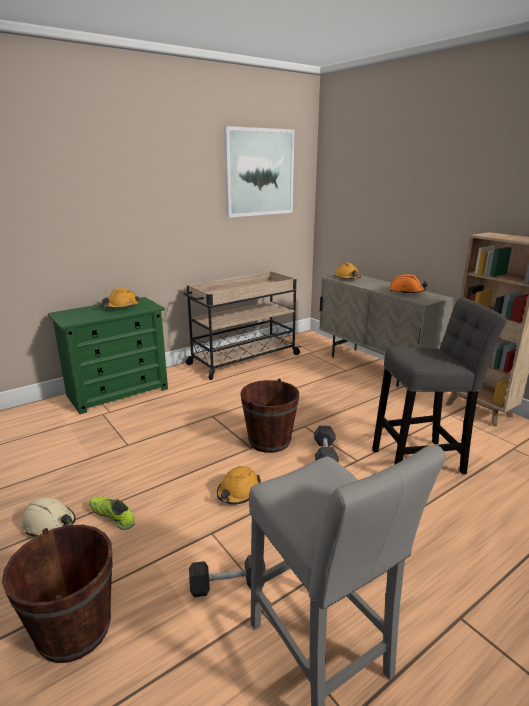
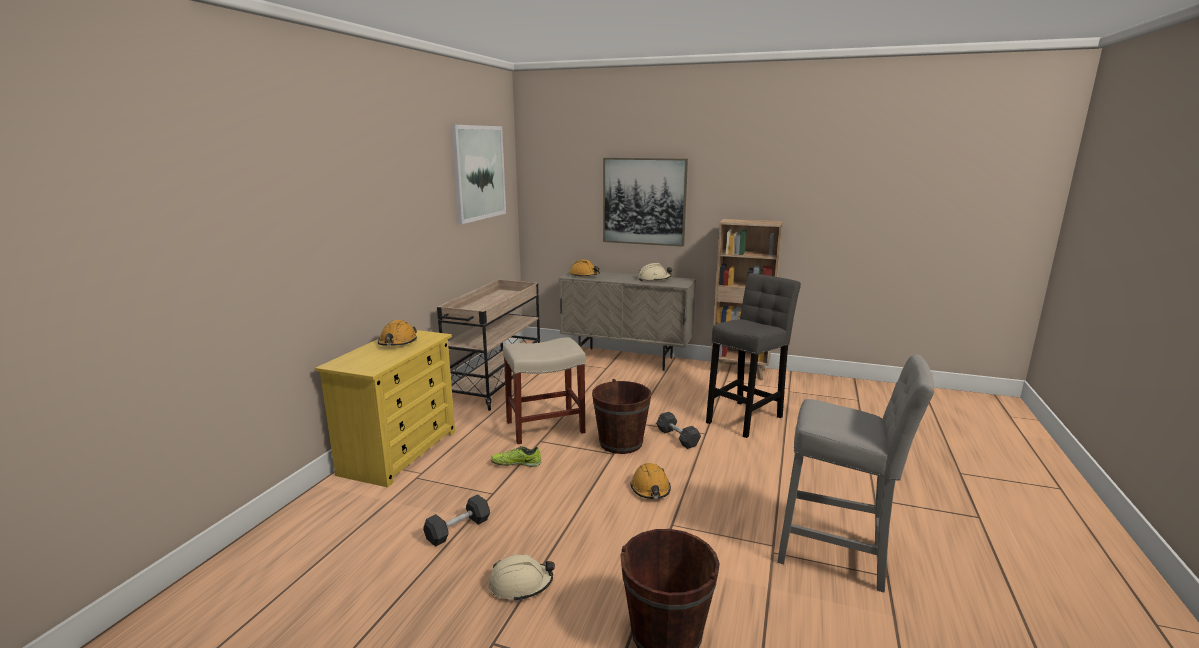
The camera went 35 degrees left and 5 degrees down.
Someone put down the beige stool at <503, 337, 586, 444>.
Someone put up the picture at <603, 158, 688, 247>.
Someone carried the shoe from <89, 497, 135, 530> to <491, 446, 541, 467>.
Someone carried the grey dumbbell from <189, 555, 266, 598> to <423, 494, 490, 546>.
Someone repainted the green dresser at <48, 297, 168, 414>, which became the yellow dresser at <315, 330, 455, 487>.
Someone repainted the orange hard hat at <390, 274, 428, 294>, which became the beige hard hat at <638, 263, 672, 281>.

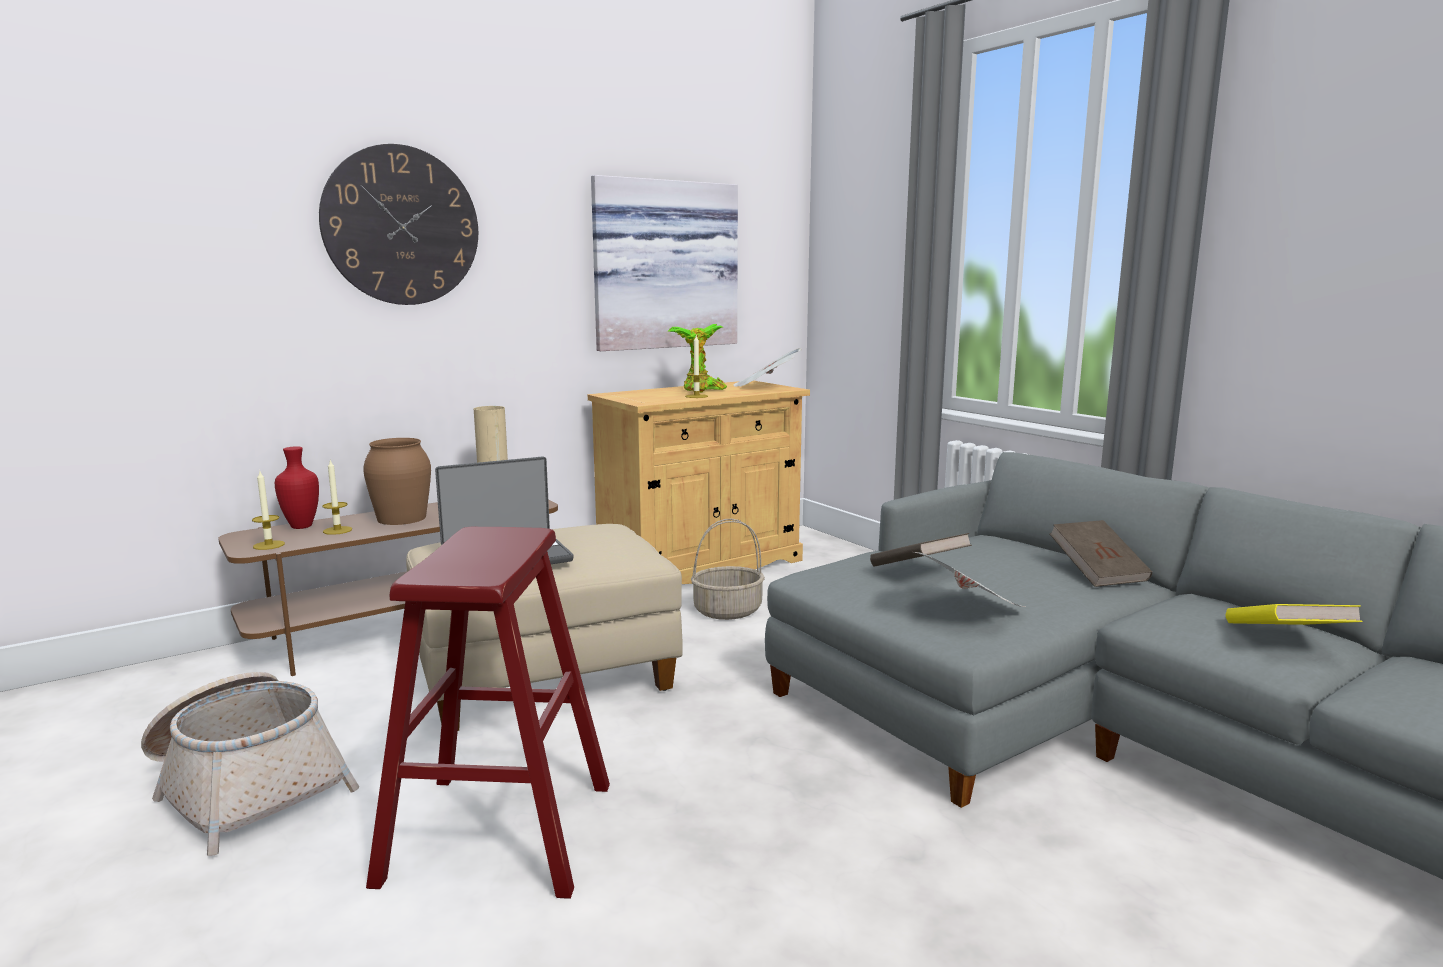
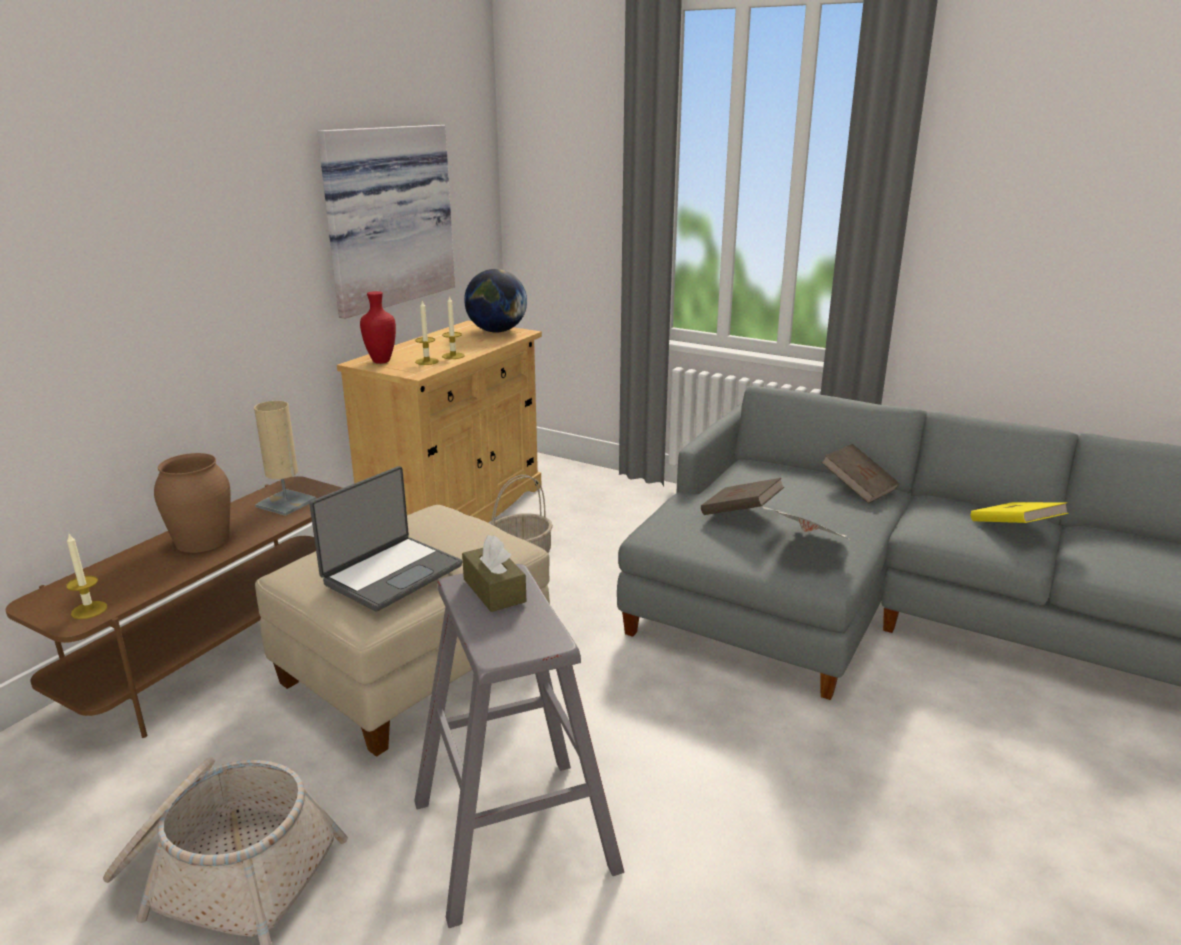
The camera went 25 degrees left and 10 degrees up.
Someone took away the wall clock at <319, 144, 478, 305>.
Someone took away the potted plant at <667, 324, 727, 393>.
Someone put down the brown tissue box at <462, 535, 526, 612>.
Someone carried the red vase from <275, 447, 319, 529> to <360, 291, 396, 364>.
Someone carried the candle from <322, 460, 352, 535> to <415, 301, 439, 365>.
Someone swapped the newspaper at <733, 348, 802, 387> for the globe at <464, 269, 527, 332>.
Someone repainted the red stool at <366, 527, 610, 899>, which became the grey stool at <414, 564, 624, 928>.

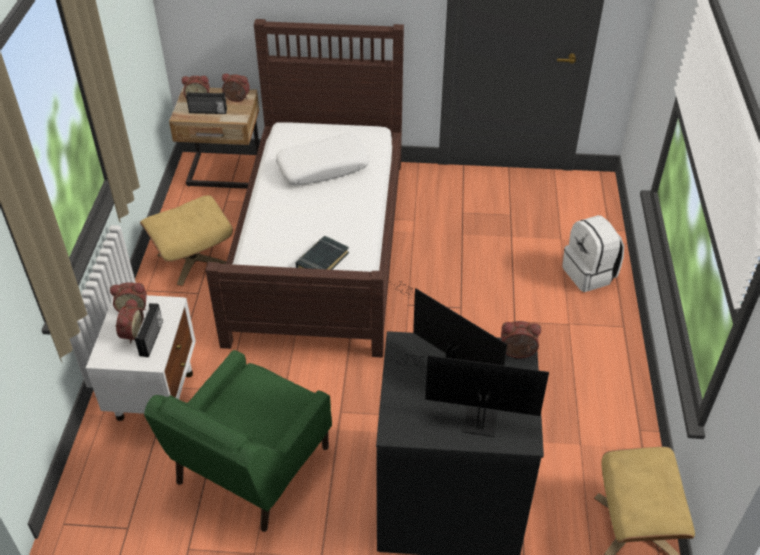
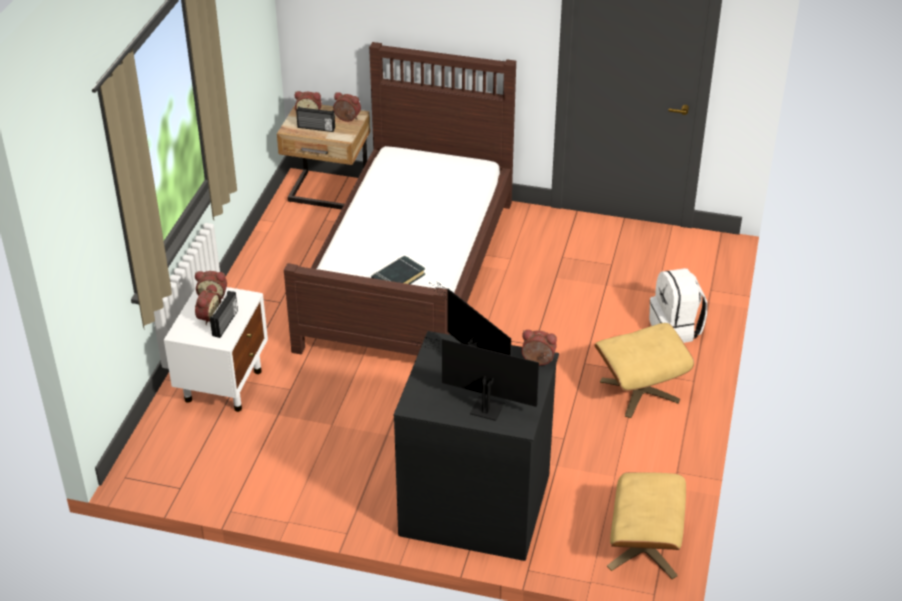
The camera went 10 degrees right and 5 degrees down.
Someone took away the green armchair at <144, 350, 332, 532>.
Someone took away the white pillow at <276, 134, 369, 185>.
Someone carried the beige ottoman from <140, 195, 233, 286> to <594, 323, 694, 418>.

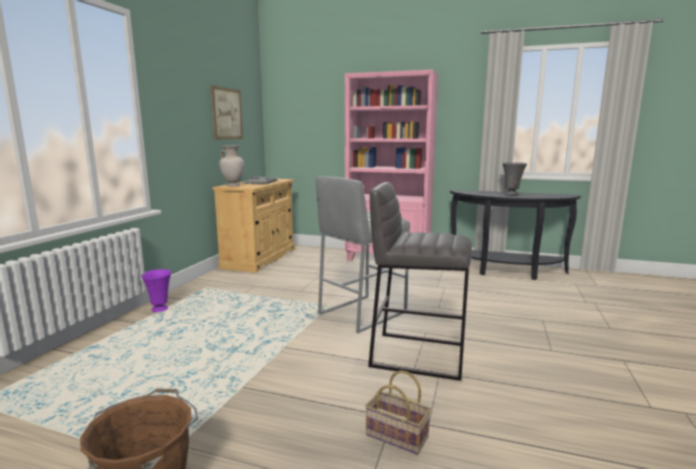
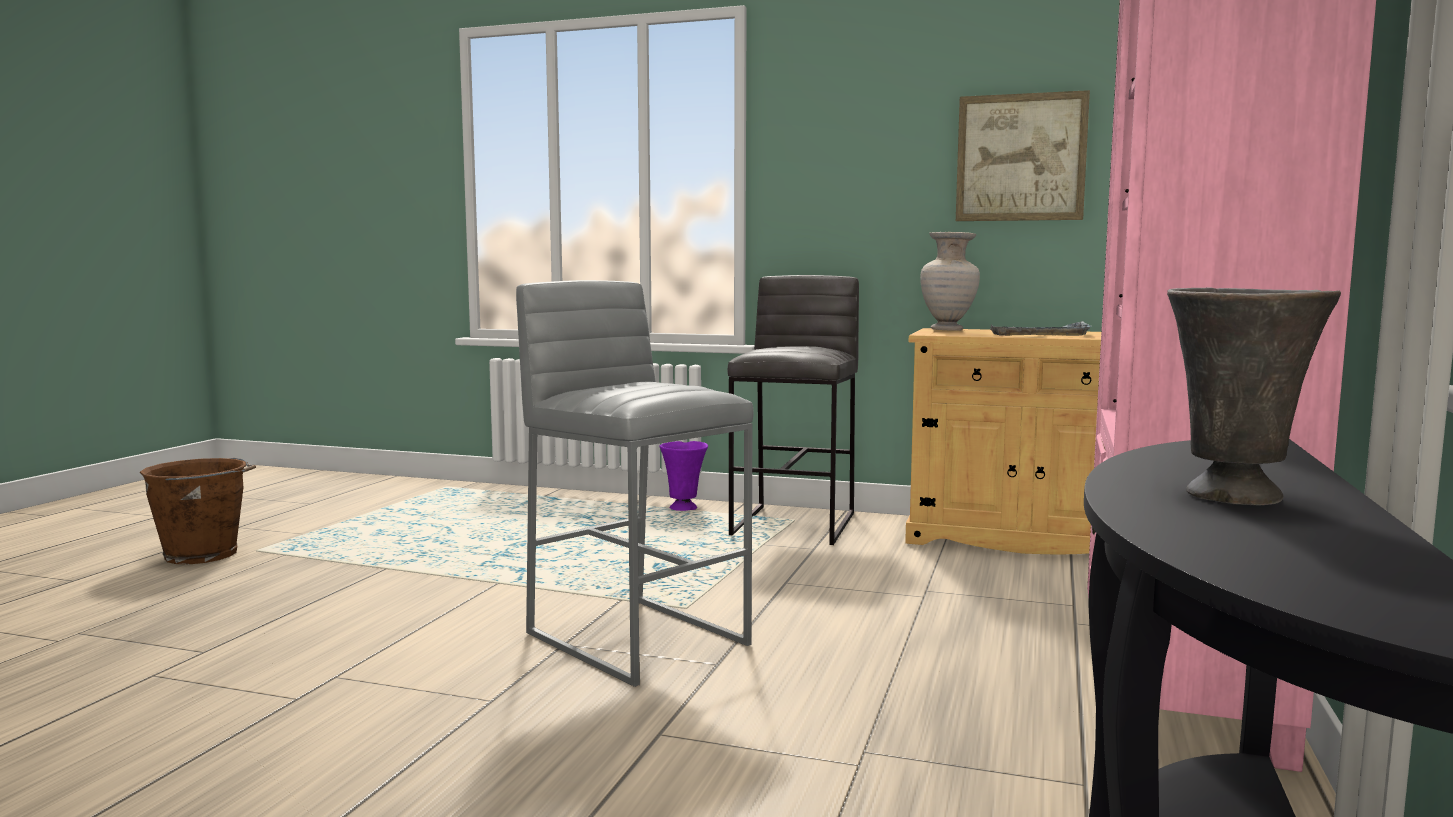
The camera went 90 degrees right and 5 degrees down.
Someone took away the basket at <365, 370, 431, 455>.
Someone carried the grey stool from <368, 182, 472, 381> to <728, 275, 859, 545>.

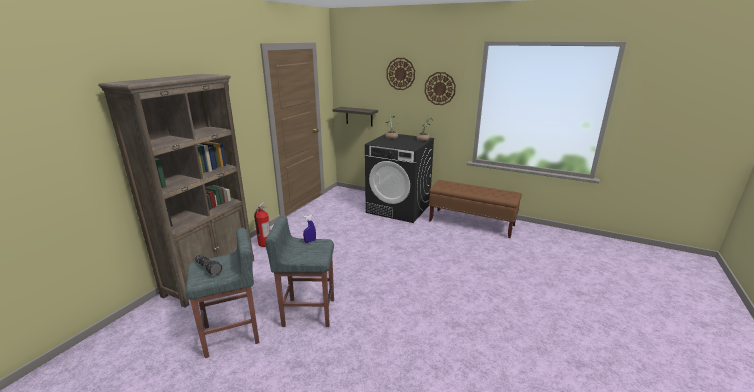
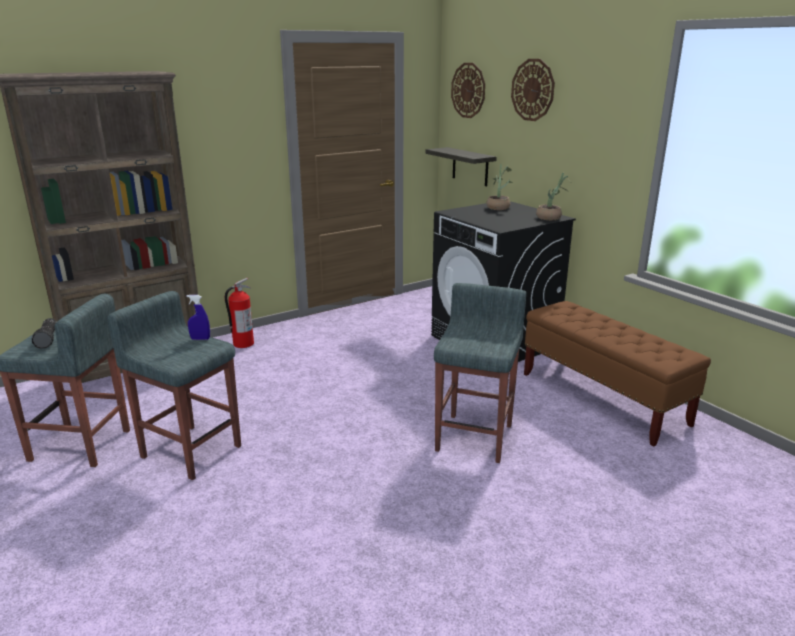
The camera went 30 degrees right and 0 degrees up.
Someone put down the grey stool at <434, 283, 526, 463>.
Someone carried the wall clock from <425, 72, 456, 105> to <451, 63, 485, 118>.

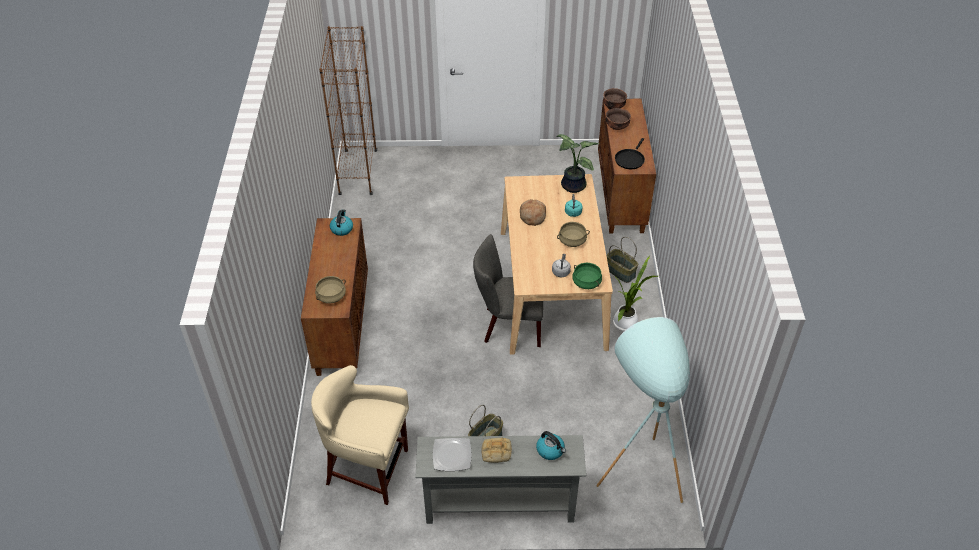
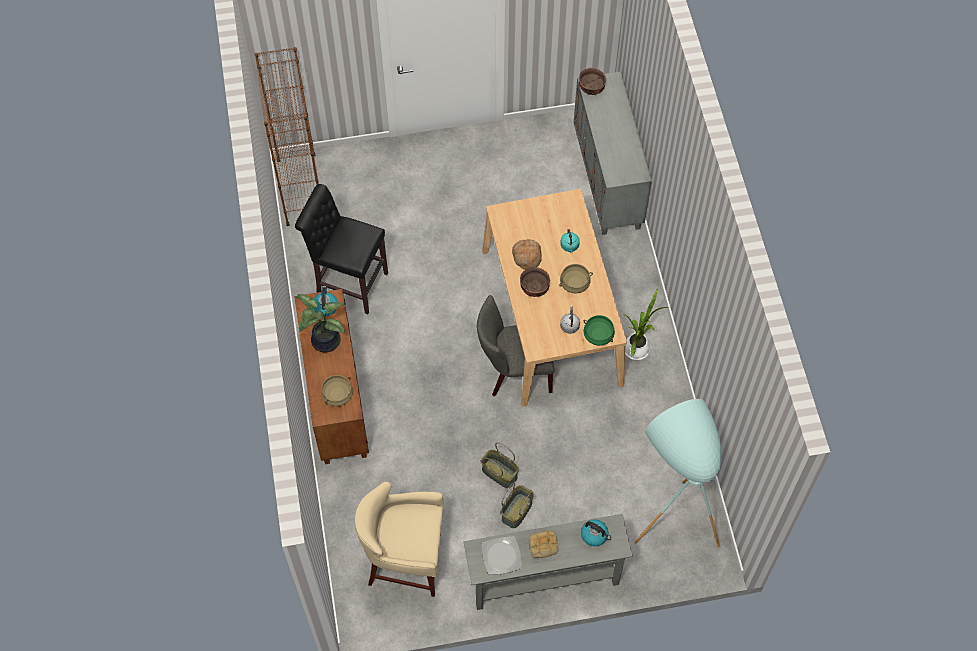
The camera went 10 degrees left and 15 degrees up.
Someone took away the black frying pan at <615, 138, 645, 169>.
Someone put down the black stool at <295, 184, 388, 314>.
Someone carried the potted plant from <556, 134, 599, 193> to <297, 294, 346, 352>.
Someone carried the brown bowl from <606, 108, 631, 130> to <520, 267, 550, 297>.
Someone carried the basket from <607, 237, 638, 283> to <481, 442, 519, 488>.
Someone repainted the brown cabinet at <598, 99, 656, 234>, which became the grey cabinet at <574, 71, 652, 235>.

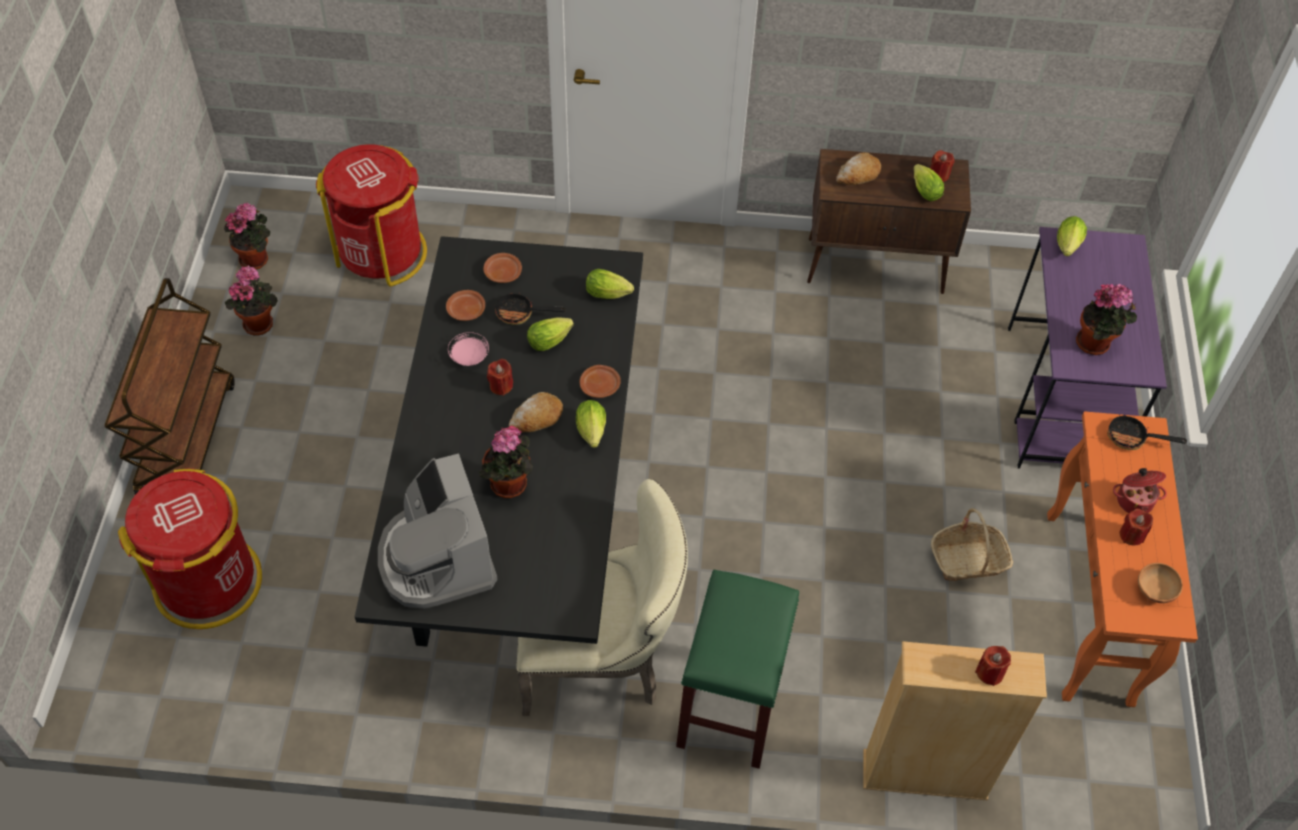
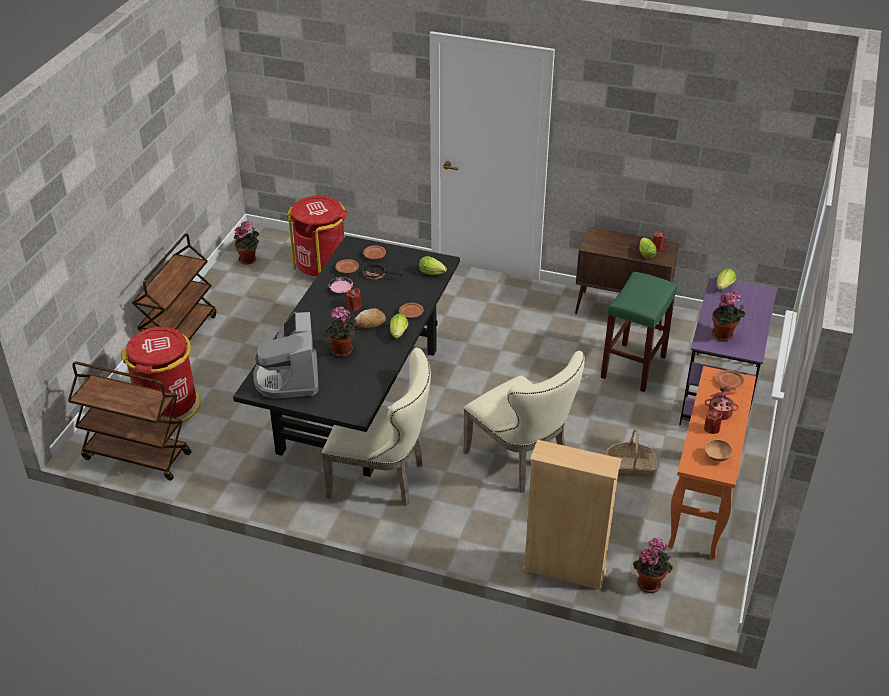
The camera went 15 degrees right and 15 degrees down.
Someone took away the lettuce at <527, 317, 574, 351>.
Someone took away the bread at <836, 152, 881, 185>.
Someone took away the red candle at <975, 646, 1011, 686>.
Someone put down the brown cart at <68, 361, 192, 481>.
Someone put down the beige chair at <463, 351, 585, 493>.
Someone carried the potted plant from <225, 265, 278, 336> to <633, 537, 673, 593>.
Someone carried the green stool from <676, 569, 799, 769> to <601, 272, 677, 392>.
Someone swapped the frying pan at <1107, 415, 1187, 450> for the brown plate at <717, 370, 744, 388>.

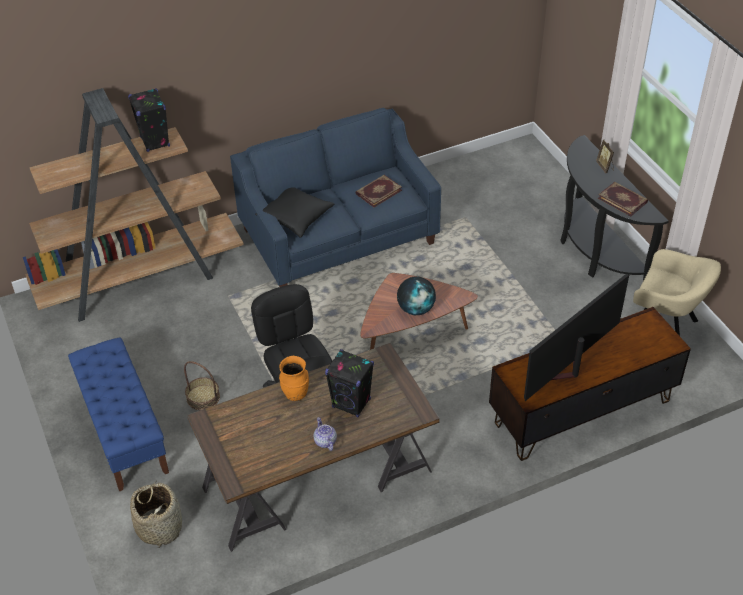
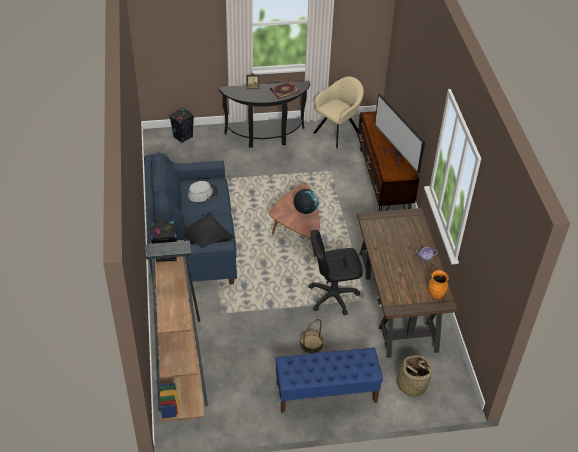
The camera went 75 degrees left and 0 degrees up.
Someone carried the orange vase from <279, 356, 309, 401> to <428, 270, 449, 299>.
Someone carried the black speaker from <325, 349, 374, 417> to <169, 108, 194, 143>.
Someone swapped the book at <355, 175, 402, 207> for the grey hat at <188, 181, 218, 202>.

